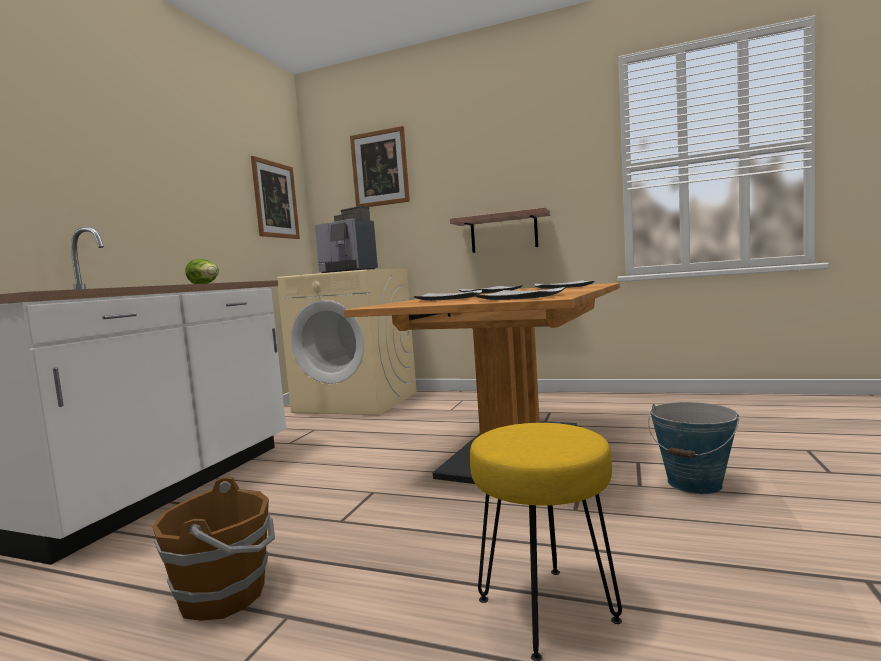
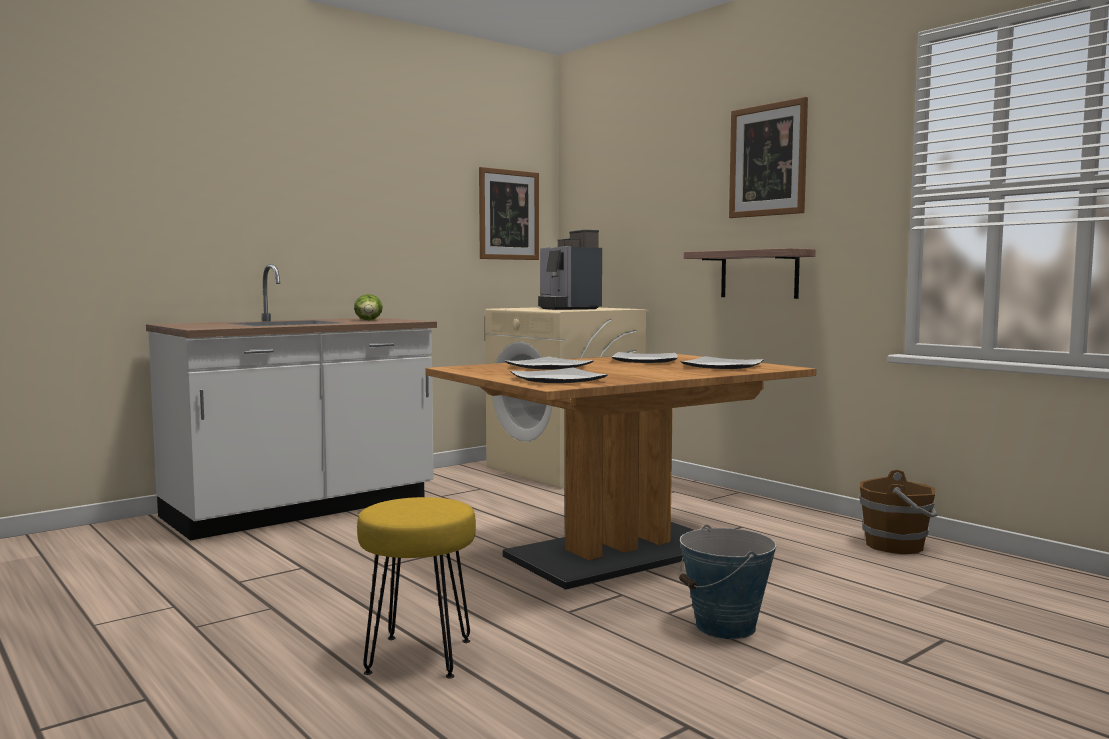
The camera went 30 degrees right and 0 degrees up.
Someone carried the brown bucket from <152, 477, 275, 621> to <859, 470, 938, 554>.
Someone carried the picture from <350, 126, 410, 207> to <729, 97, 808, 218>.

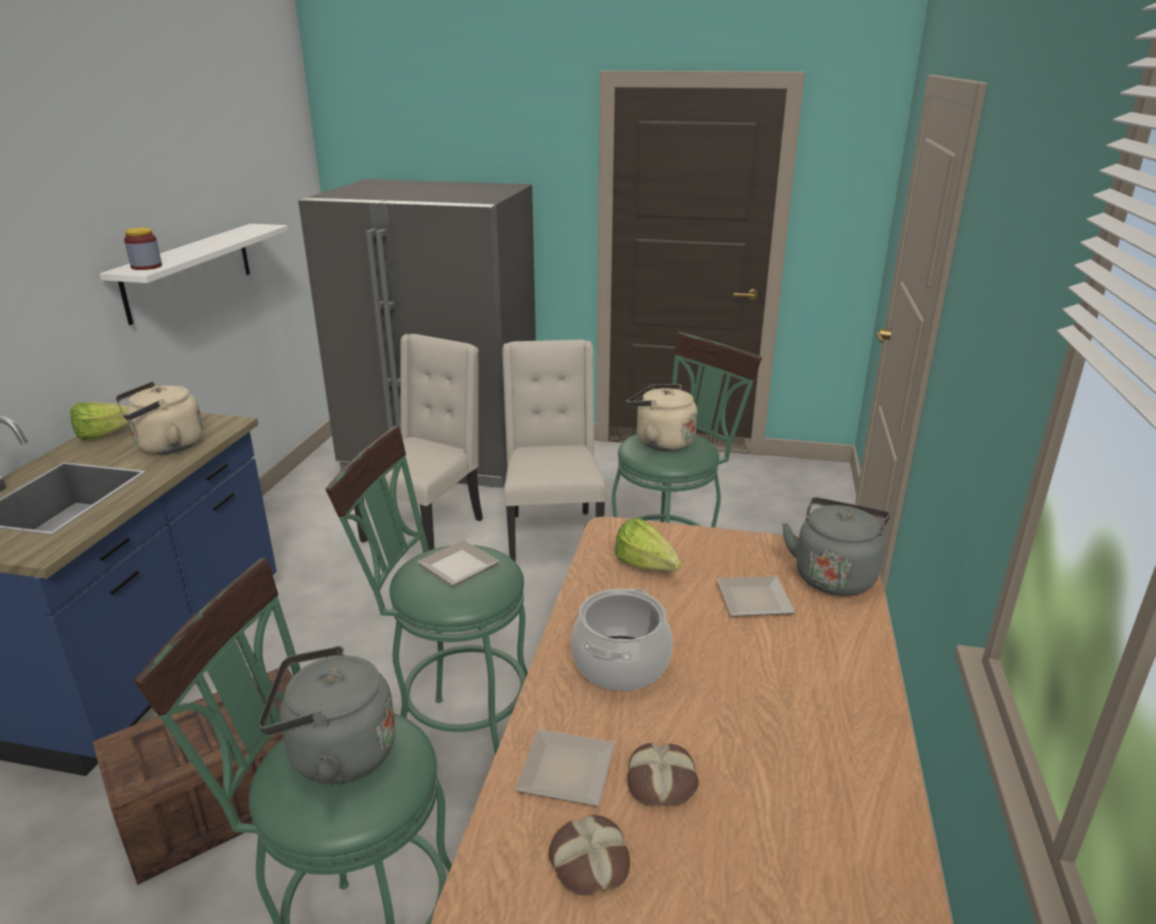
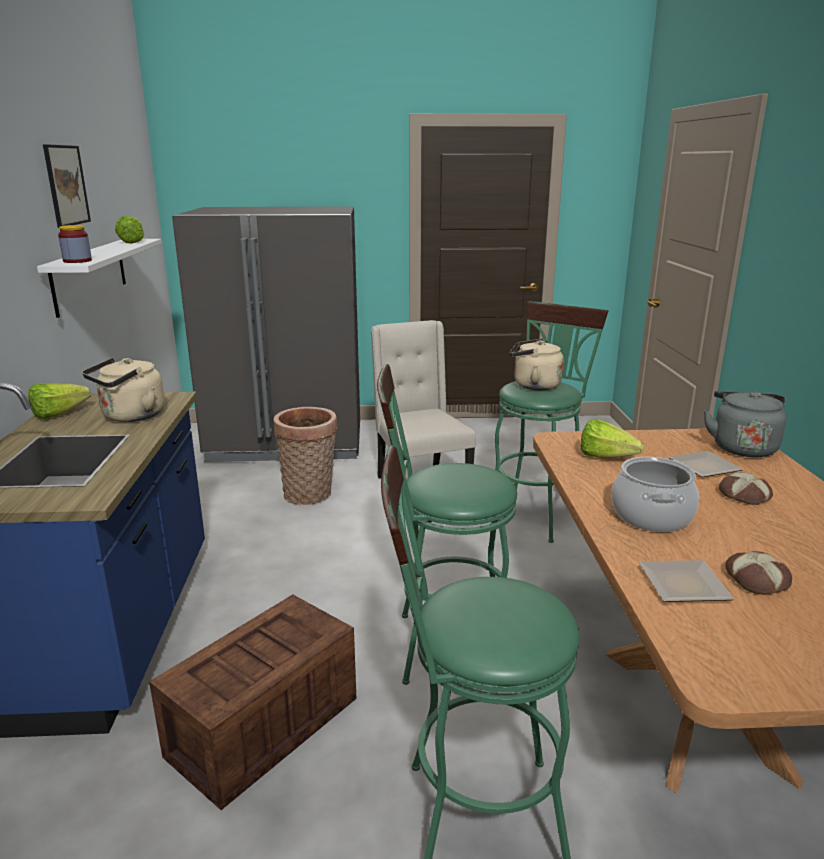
The camera went 15 degrees left and 5 degrees down.
Someone took away the grey kettle at <259, 646, 395, 784>.
Someone took away the plate at <417, 540, 499, 586>.
Someone put up the picture at <43, 144, 91, 228>.
Someone put down the lettuce at <115, 216, 144, 244>.
Someone carried the bread from <548, 815, 630, 896> to <719, 472, 773, 505>.
Someone swapped the beige chair at <354, 334, 483, 550> for the basket at <274, 407, 337, 505>.

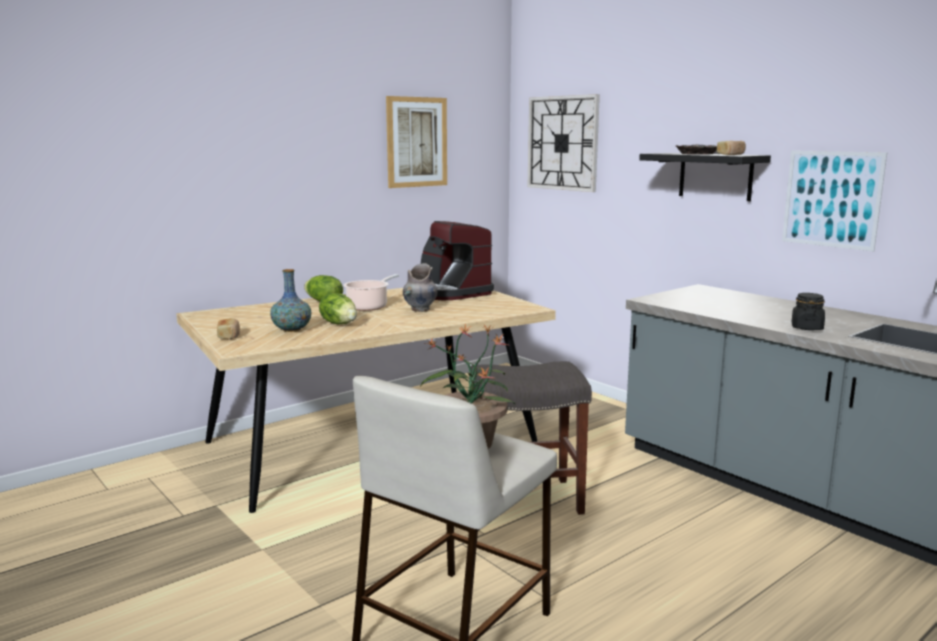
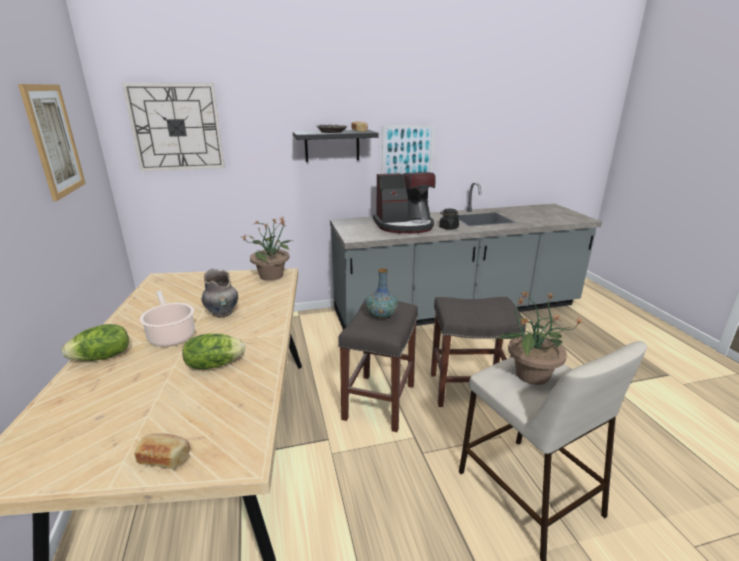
The camera went 65 degrees left and 10 degrees up.
Someone put down the potted plant at <243, 217, 293, 281>.
Someone put down the grey stool at <431, 297, 526, 407>.
Someone carried the vase from <270, 269, 311, 332> to <365, 268, 398, 319>.
Someone carried the coffee machine from <421, 221, 494, 300> to <373, 172, 436, 234>.

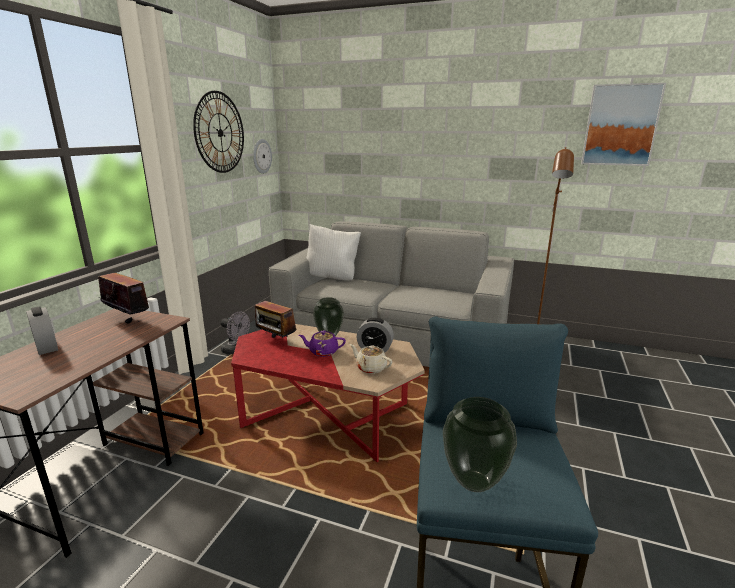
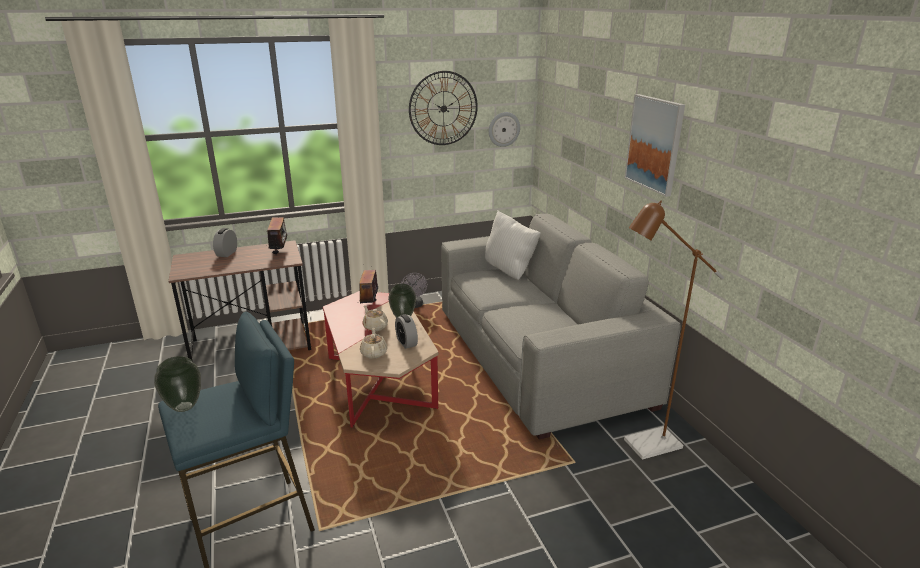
The camera went 50 degrees right and 5 degrees up.
Someone carried the picture from <581, 83, 666, 166> to <624, 94, 685, 197>.
Someone repainted the purple teapot at <299, 331, 346, 357>, which became the beige teapot at <362, 305, 388, 331>.

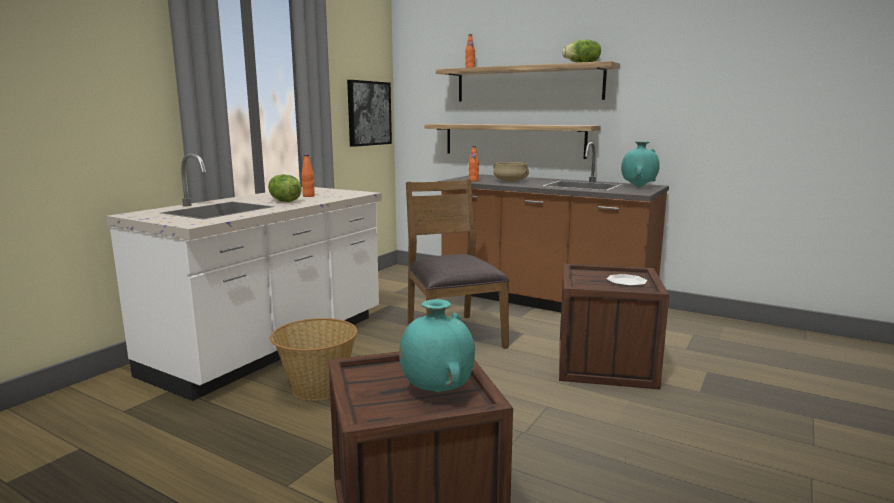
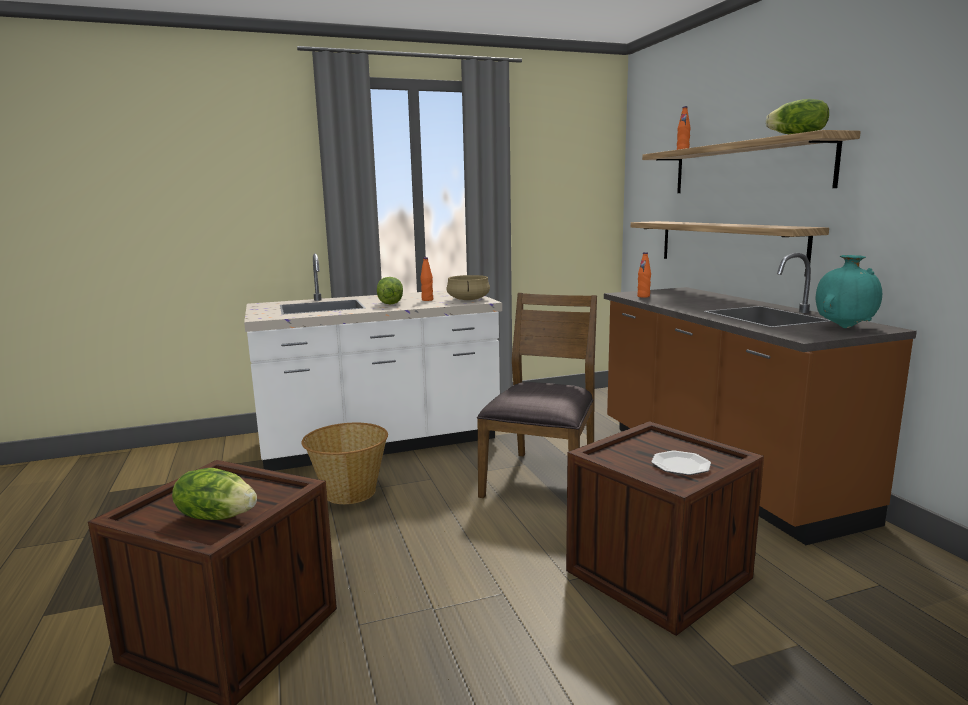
The camera went 40 degrees right and 0 degrees up.
Someone took away the picture at <347, 80, 392, 147>.
Someone carried the beige cooking pot from <493, 162, 529, 182> to <446, 275, 490, 300>.
Someone swapped the turquoise vase at <399, 299, 475, 392> for the lettuce at <172, 468, 257, 520>.

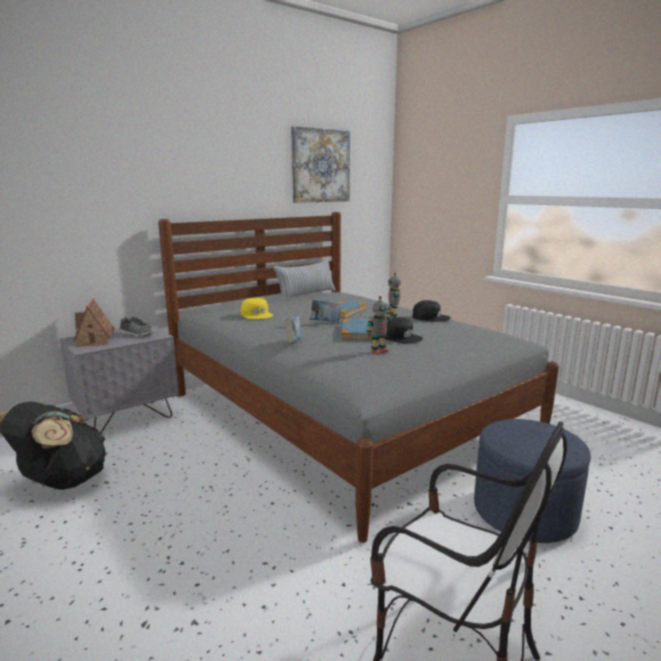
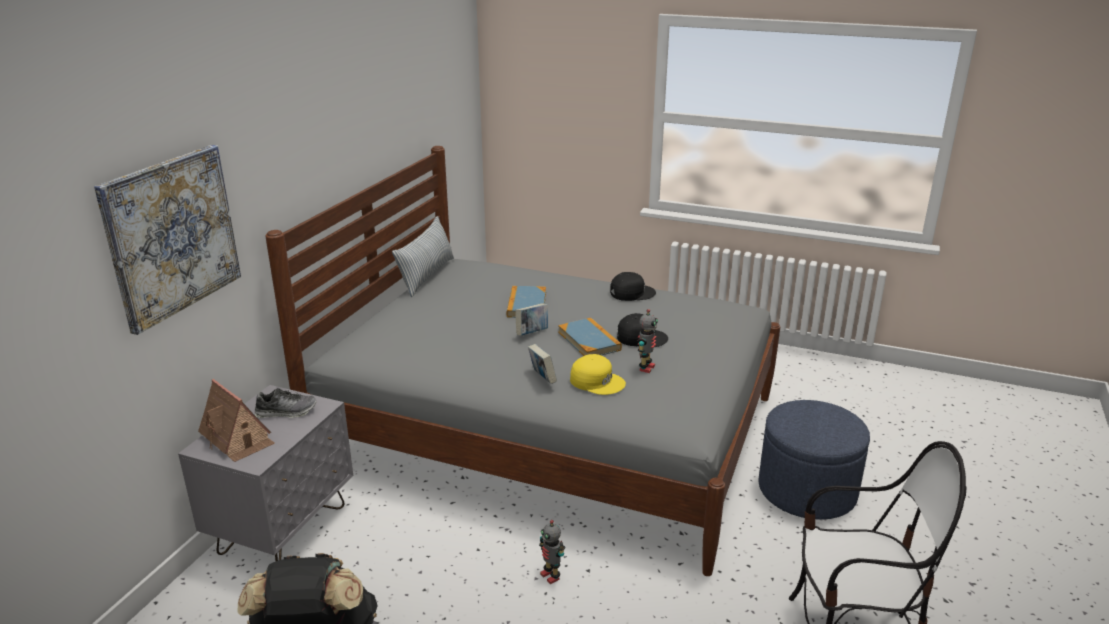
The camera went 30 degrees left and 10 degrees up.
Someone carried the yellow cap from <241, 298, 273, 319> to <570, 354, 626, 395>.
Someone carried the picture from <291, 126, 350, 203> to <94, 145, 241, 335>.
Someone carried the toy robot from <387, 273, 401, 318> to <539, 520, 565, 584>.

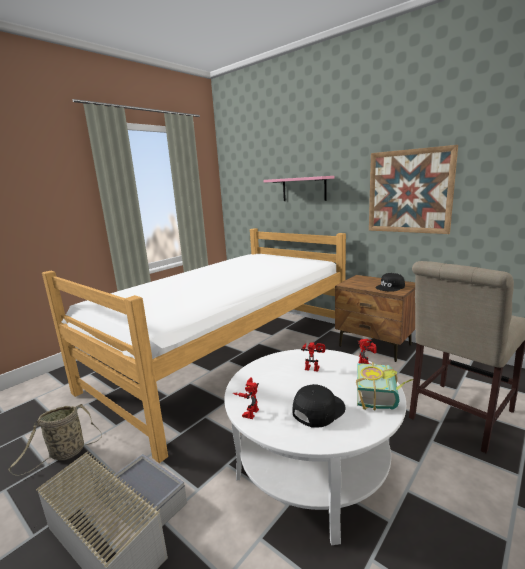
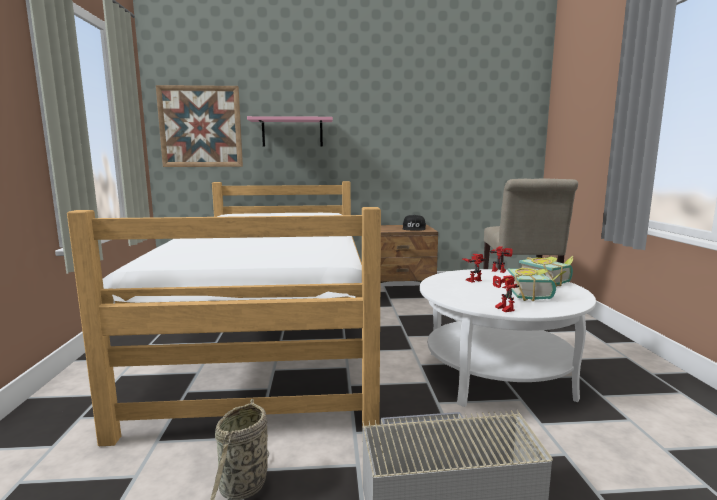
The camera went 45 degrees left and 5 degrees down.
Someone carried the picture from <369, 145, 458, 234> to <156, 85, 243, 167>.
Someone swapped the black cap at <293, 384, 345, 428> for the book at <508, 267, 567, 301>.

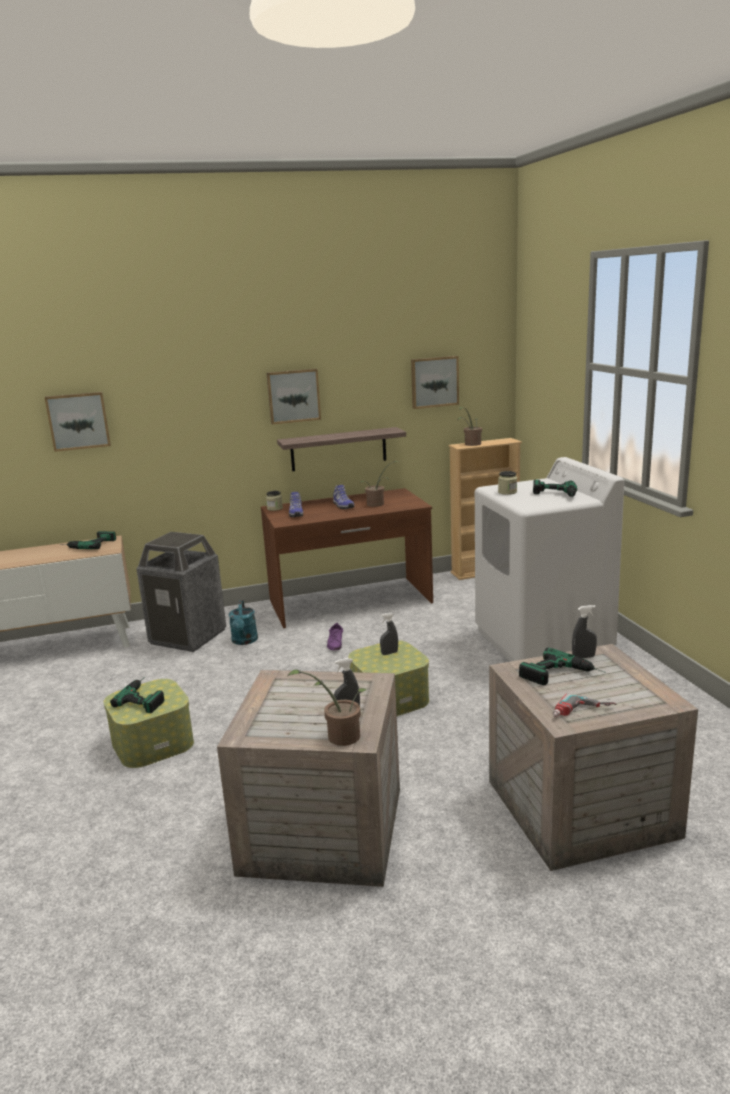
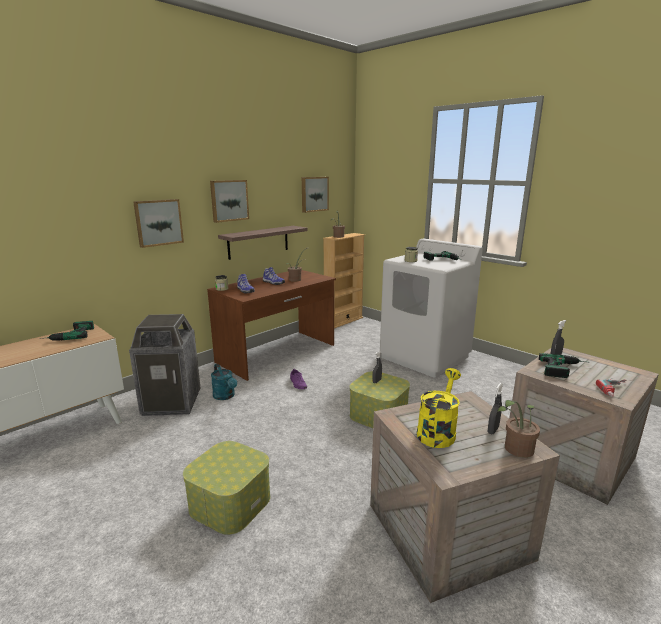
The camera went 30 degrees left and 0 degrees up.
Someone took away the power drill at <110, 676, 164, 713>.
Someone put down the yellow watering can at <417, 368, 461, 448>.
Someone carried the picture from <44, 392, 111, 452> to <133, 199, 184, 248>.

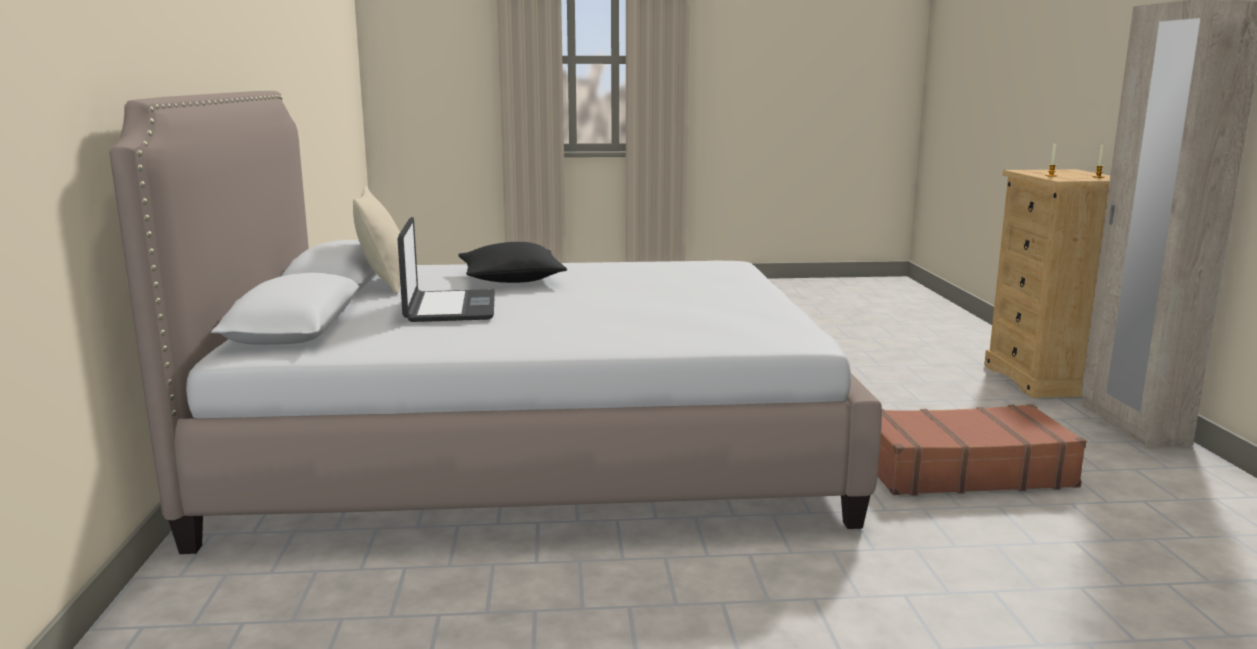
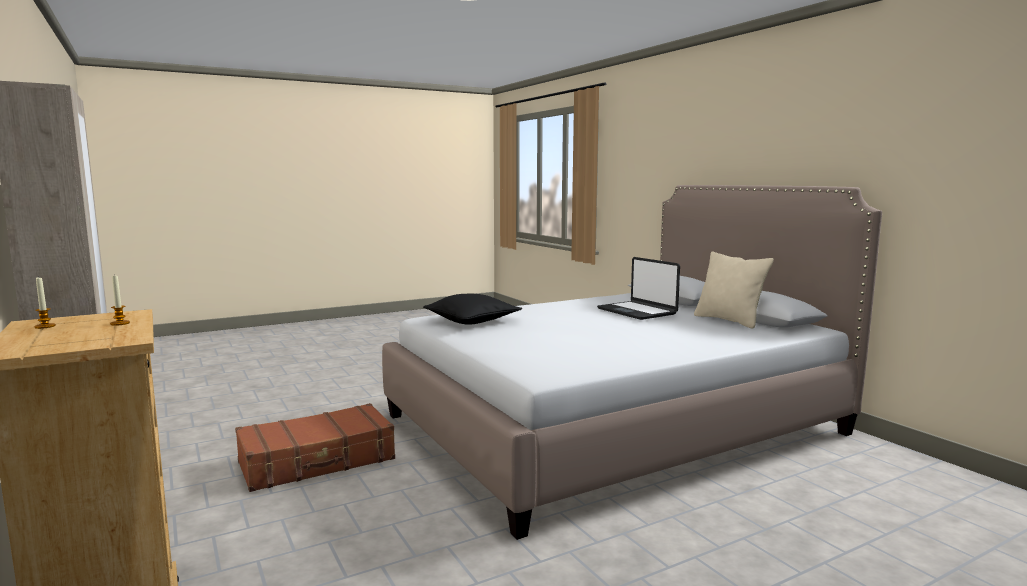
The camera went 155 degrees right and 5 degrees down.
Someone carried the black pillow from <458, 242, 567, 283> to <423, 294, 522, 325>.

